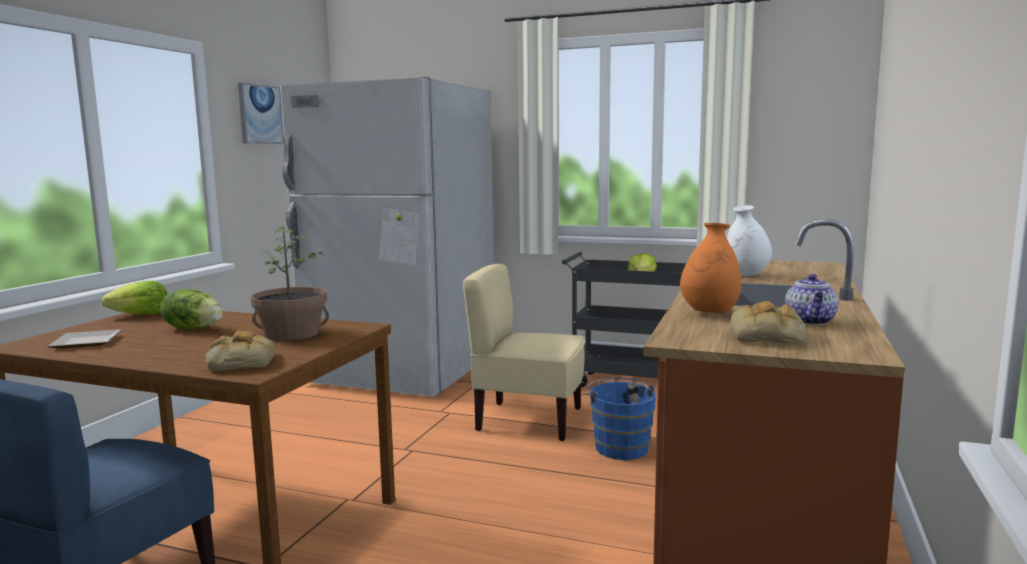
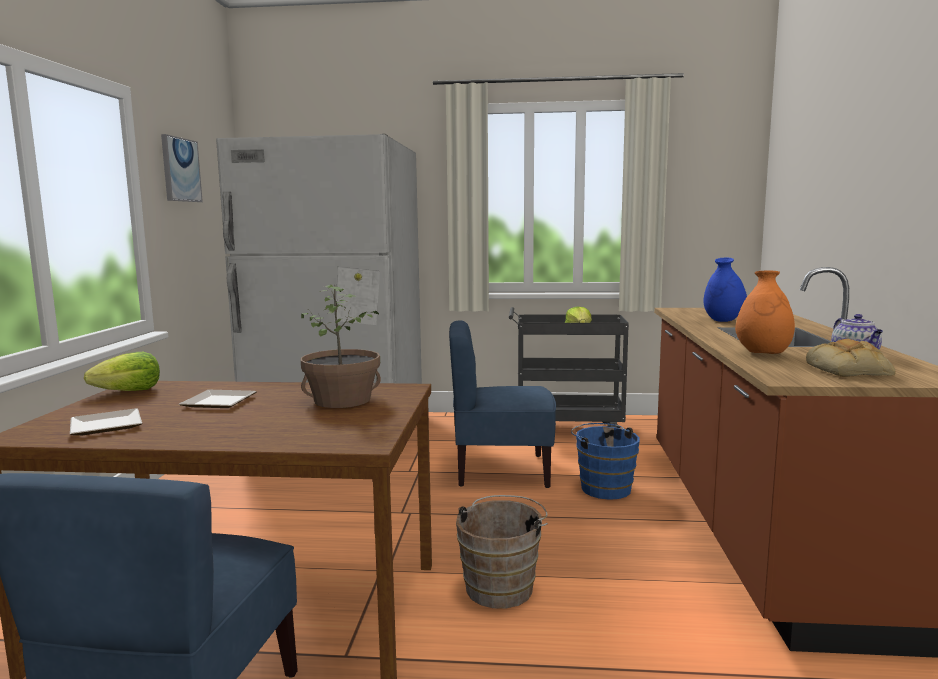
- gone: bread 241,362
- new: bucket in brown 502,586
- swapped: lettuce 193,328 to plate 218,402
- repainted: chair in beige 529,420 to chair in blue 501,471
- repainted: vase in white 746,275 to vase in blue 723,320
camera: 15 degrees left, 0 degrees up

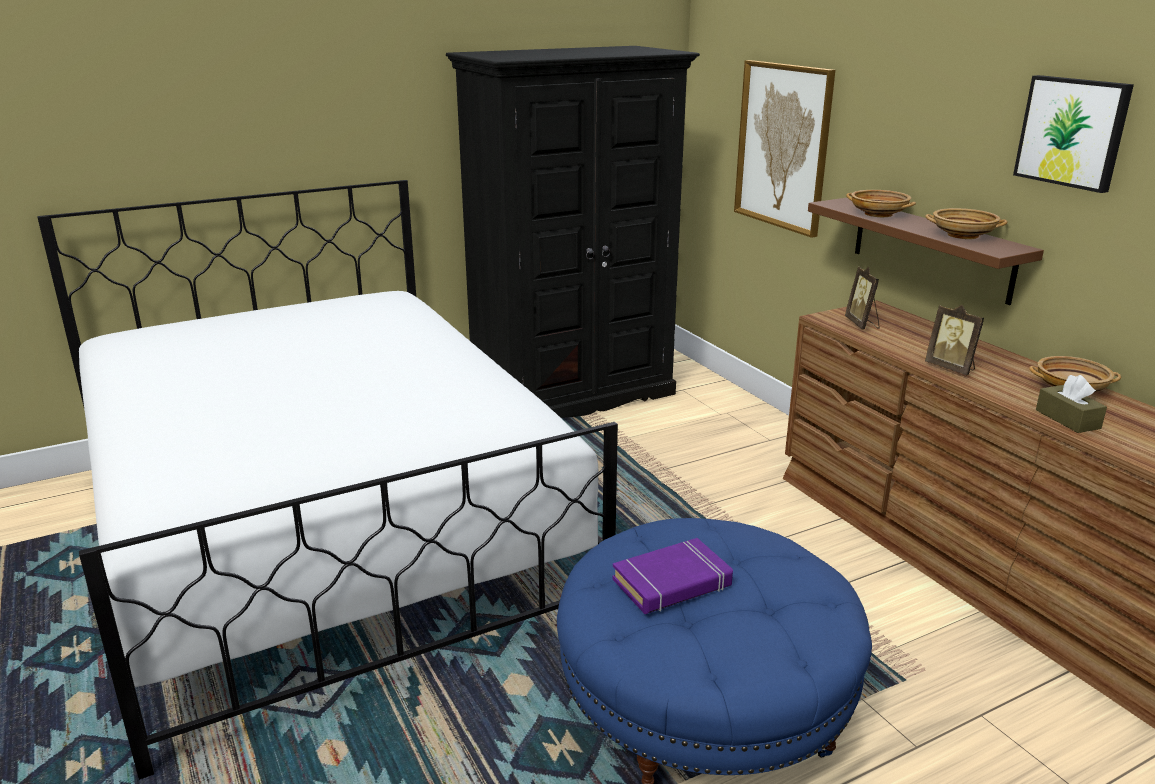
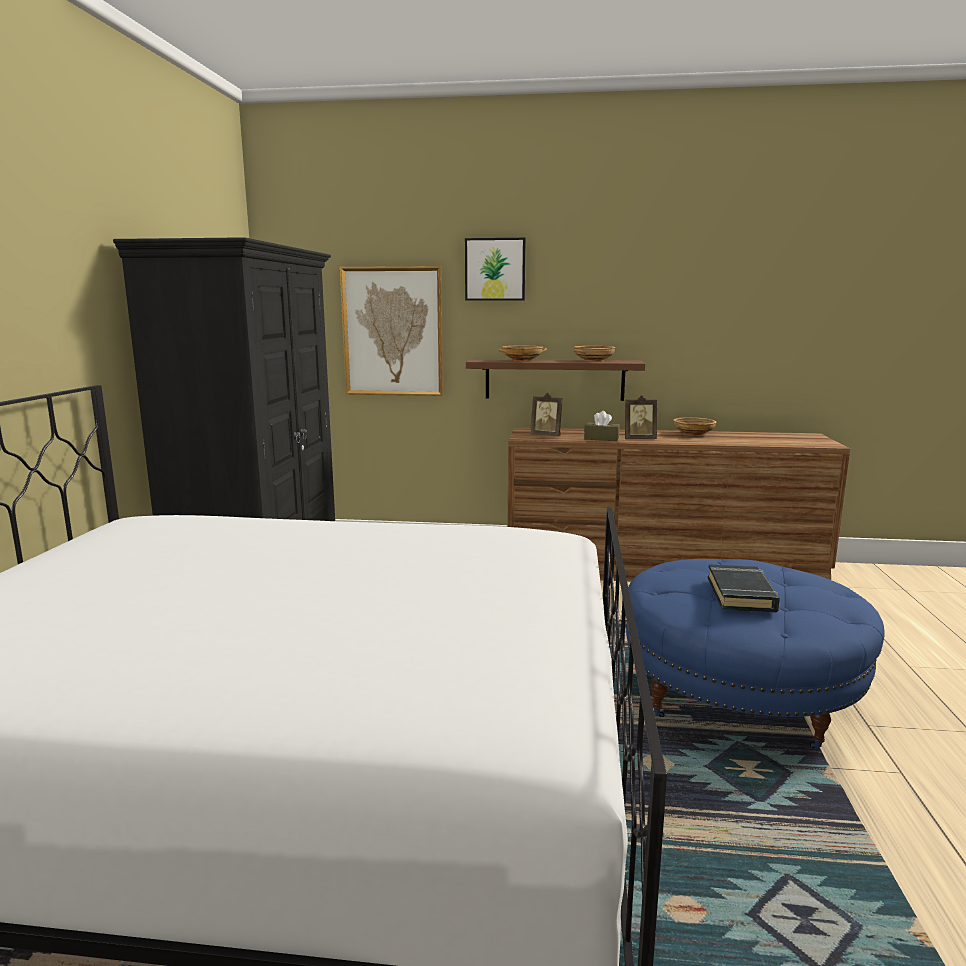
- shifted: picture 1073,132 to 495,269
- shifted: tissue box in brown 1067,419 to 601,438
- repainted: book in purple 672,583 to book in black 741,594
camera: 55 degrees left, 10 degrees down

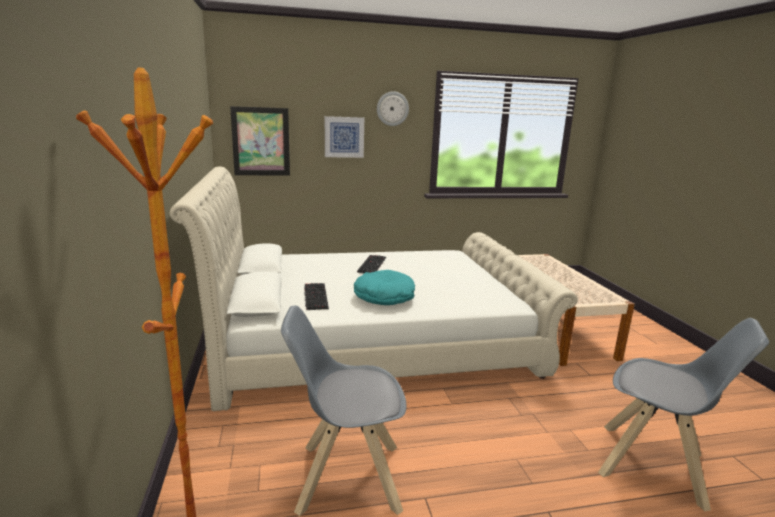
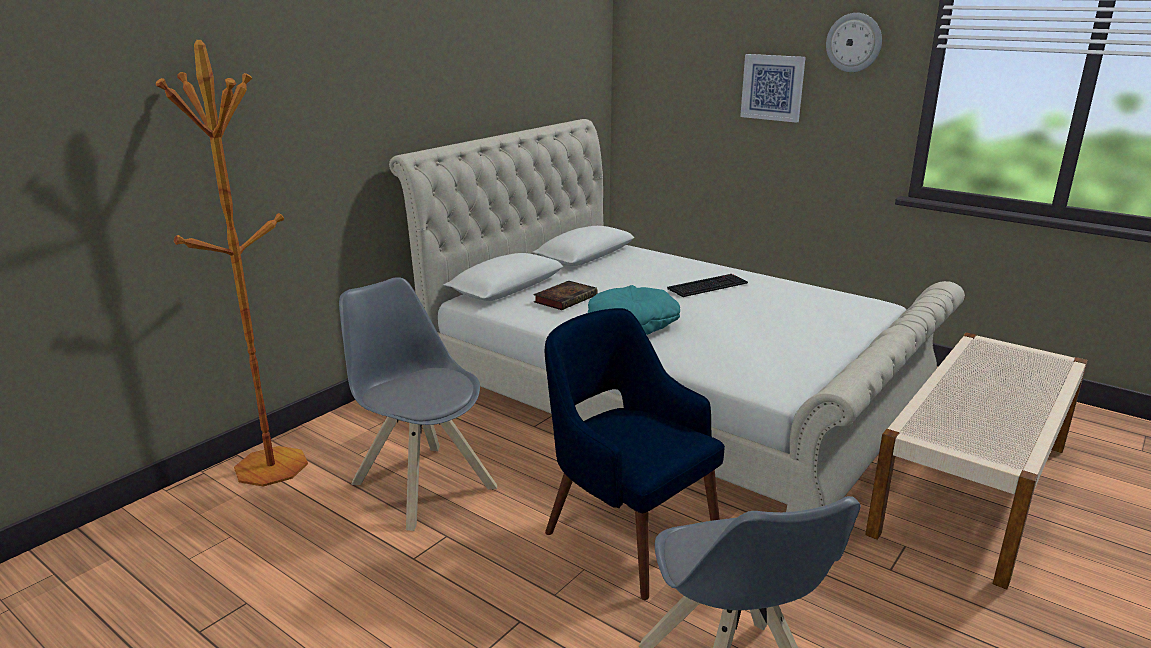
- gone: picture 261,141
- new: armchair in blue 627,535
- swapped: keyboard 314,296 to book 566,298
camera: 50 degrees right, 5 degrees up

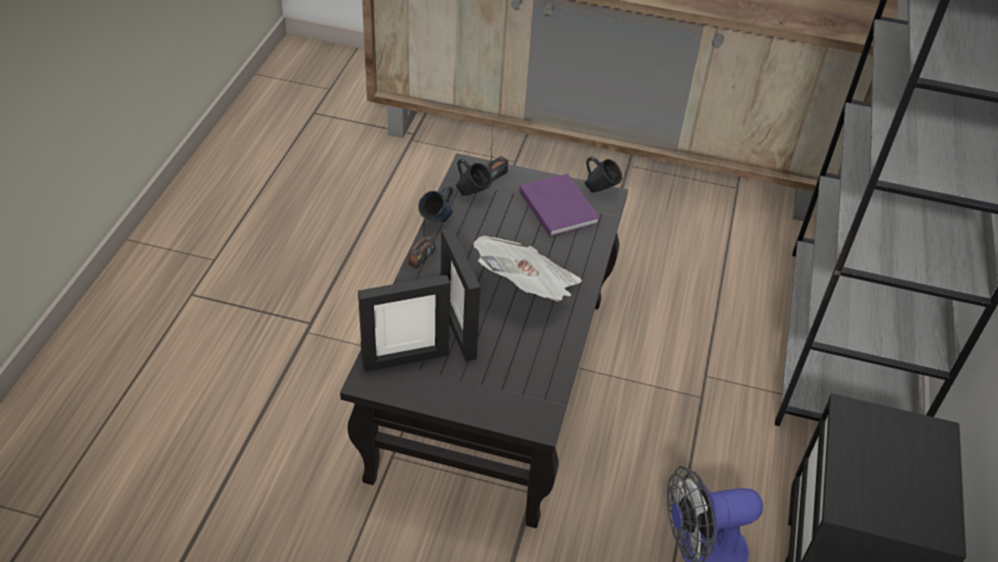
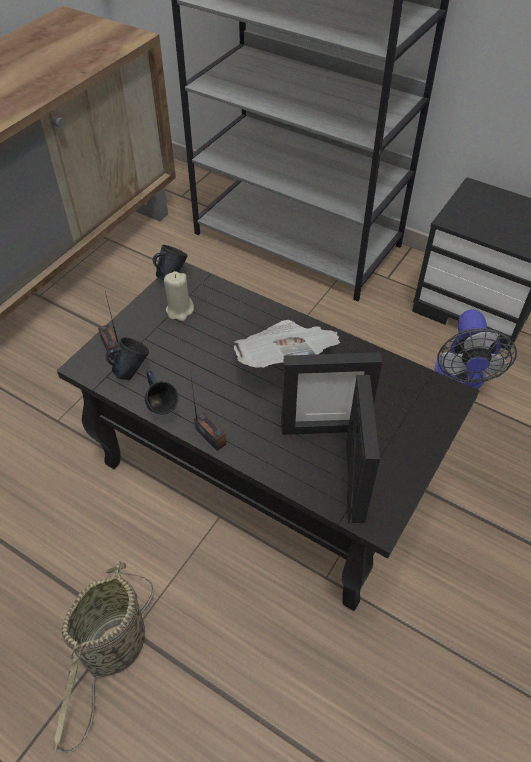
- new: basket 113,652
- swapped: book in purple 558,206 to candle in beige 180,310
camera: 70 degrees left, 5 degrees up

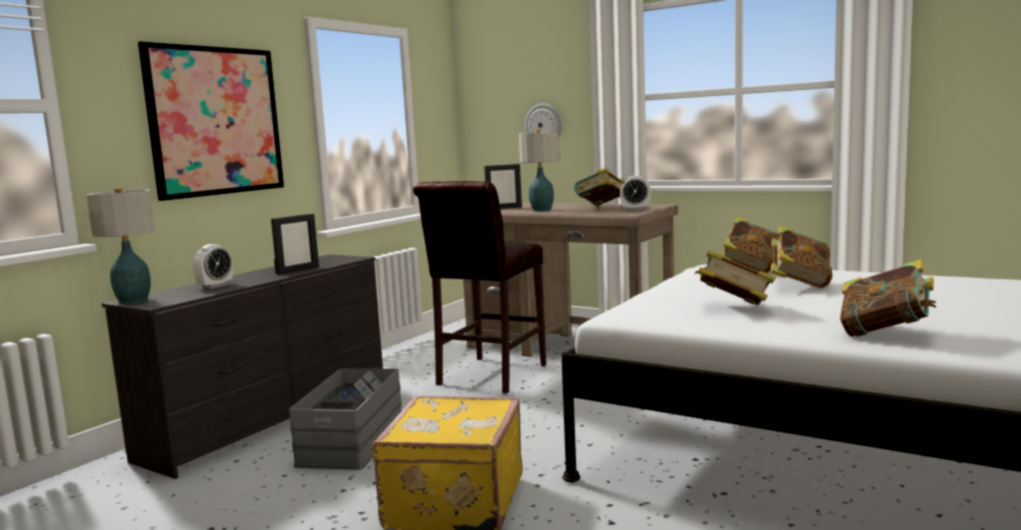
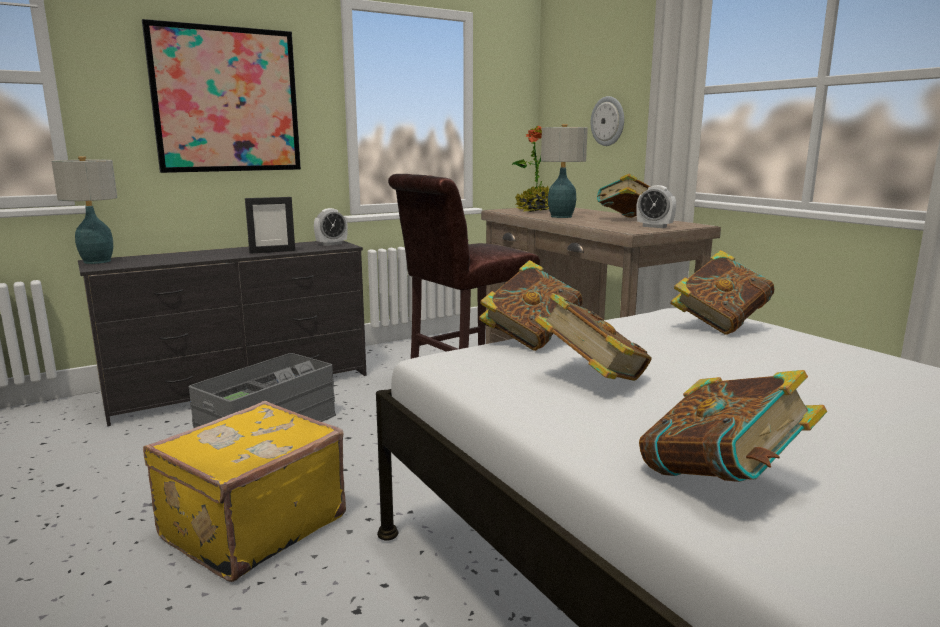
- shifted: alarm clock 215,286 to 331,244
- shifted: book 799,283 to 531,339
- swapped: picture frame 504,208 to potted plant 536,210
camera: 25 degrees right, 5 degrees up

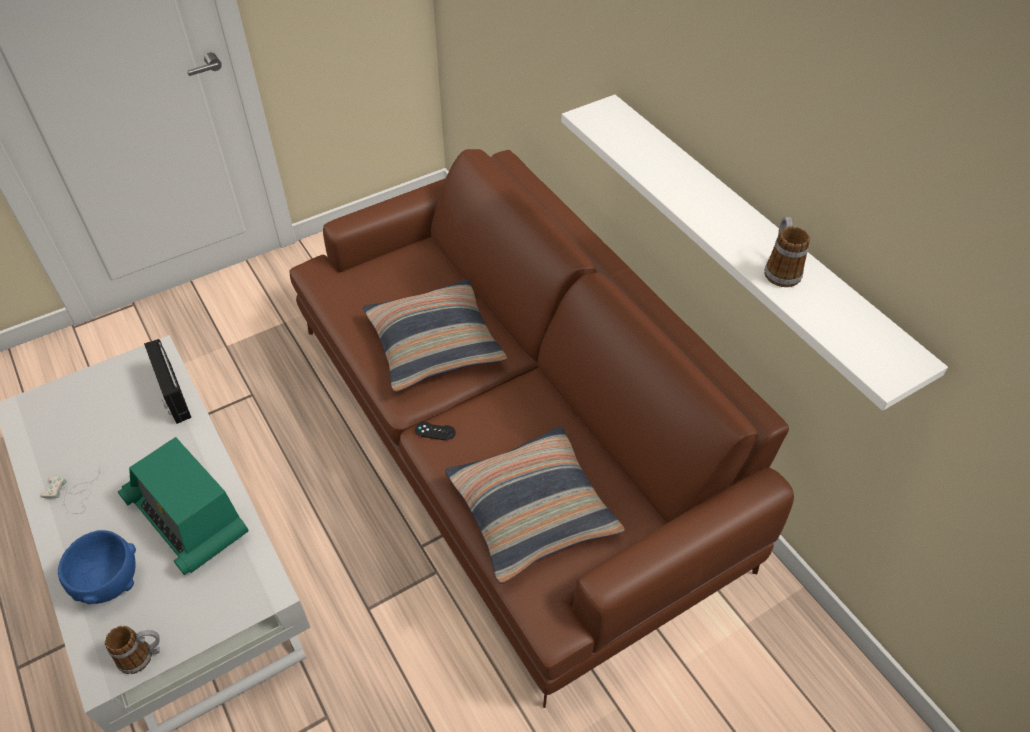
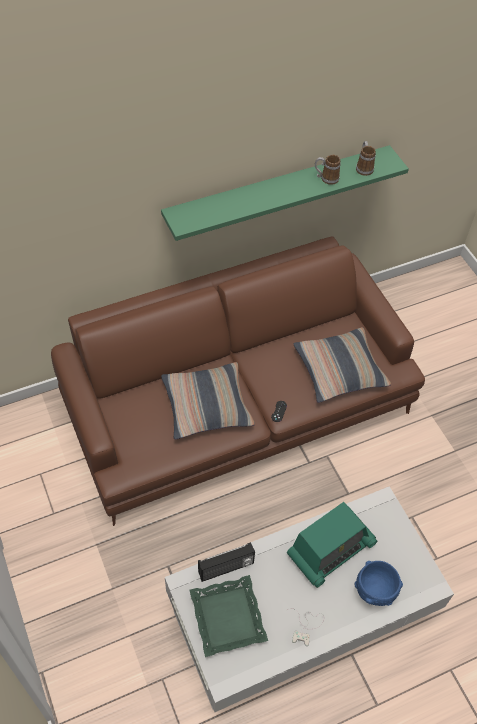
- new: tray in green 228,617
- shifted: mug 143,656 to 363,167
- repainted: shelf in white 748,242 to shelf in green 278,192
camera: 85 degrees left, 5 degrees up

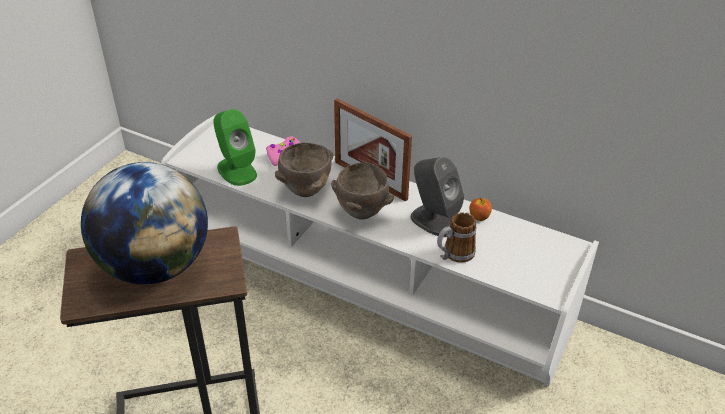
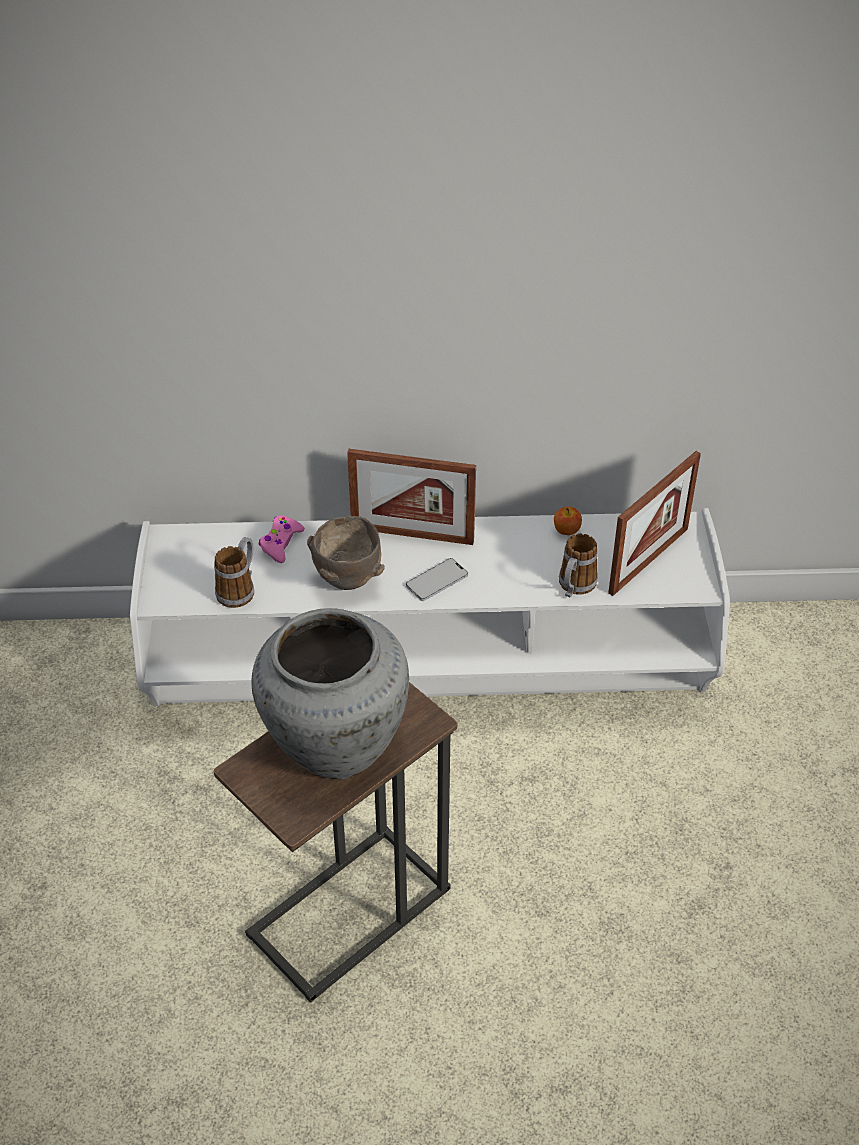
- gone: speaker in grey 434,220
- new: picture frame 648,560
- swapped: globe 155,266 to vase in grey 334,741
- swapped: speaker in green 236,170 to mug 239,589
- swapped: bowl in brown 362,213 to phone 437,580
camera: 30 degrees left, 5 degrees up

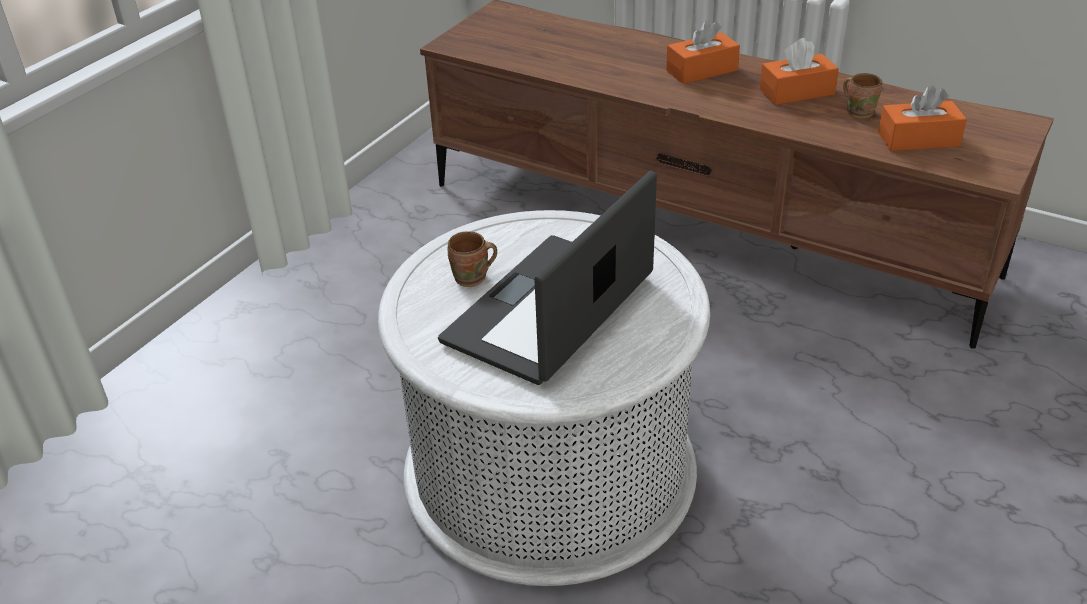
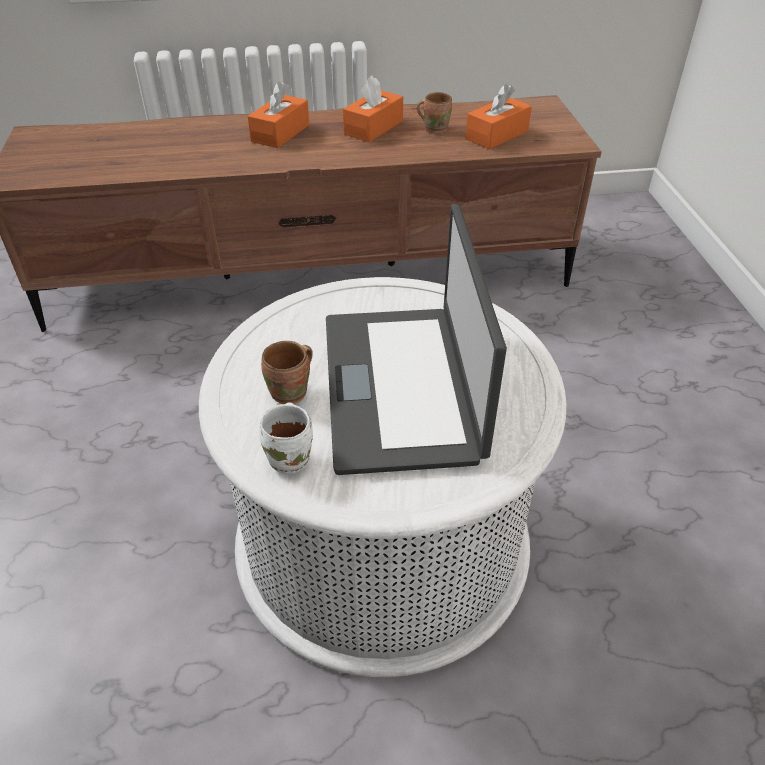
- new: mug in white 292,457
camera: 40 degrees left, 5 degrees up

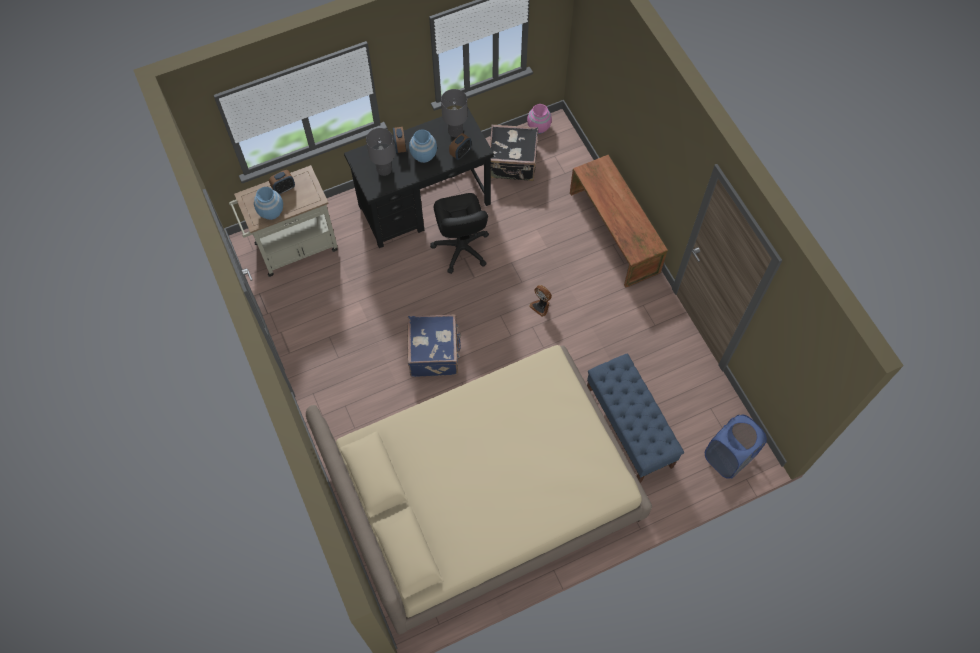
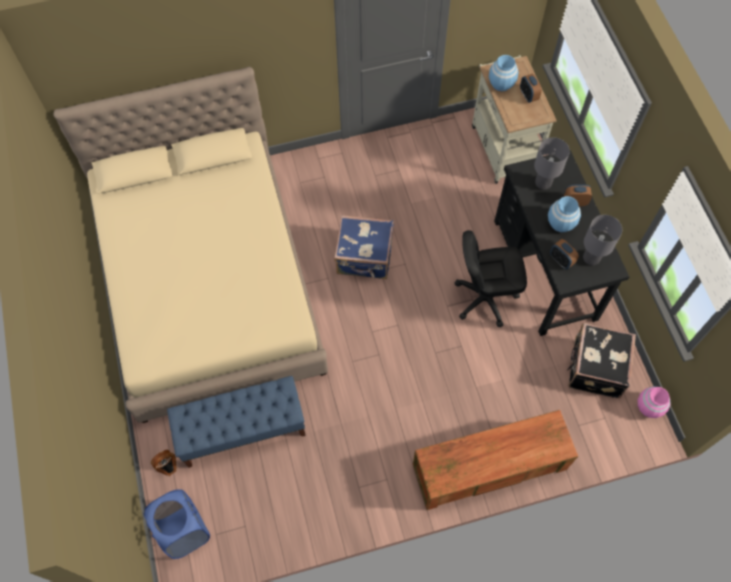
- shifted: fan 541,306 to 167,466
camera: 100 degrees right, 0 degrees up

